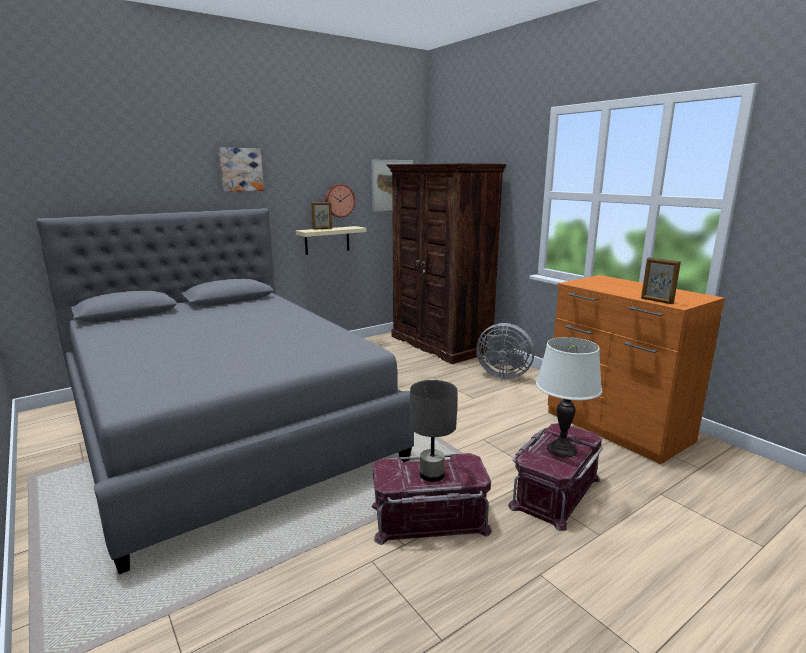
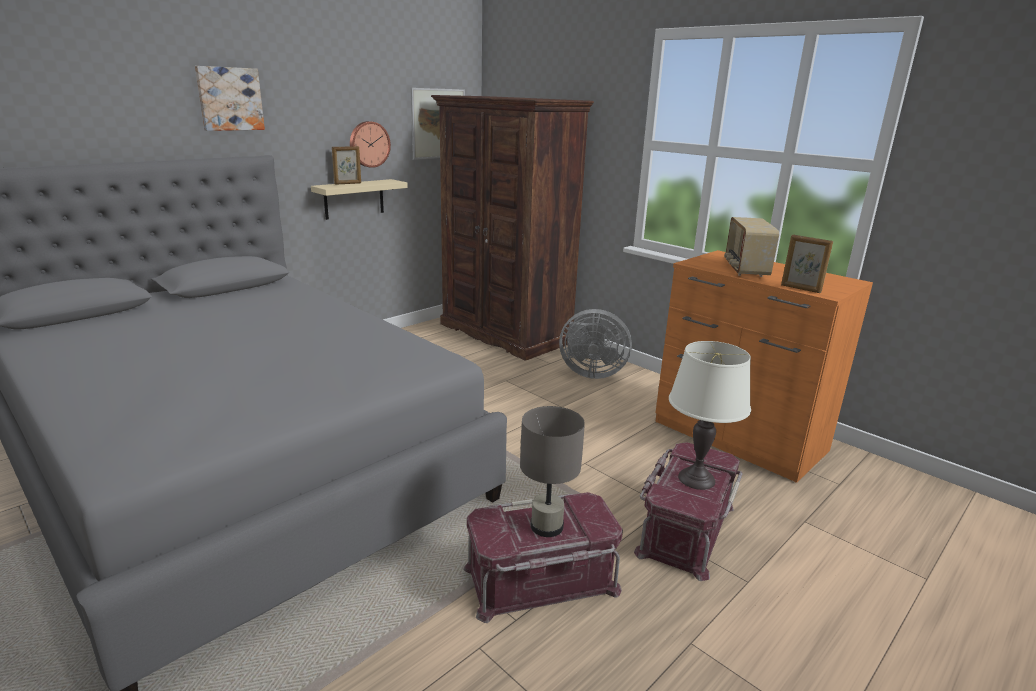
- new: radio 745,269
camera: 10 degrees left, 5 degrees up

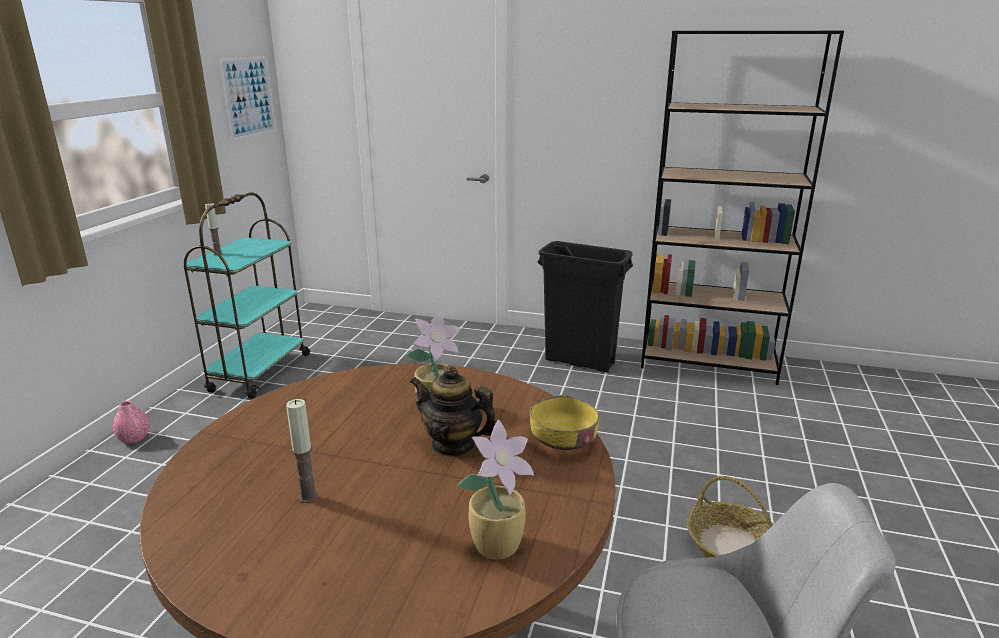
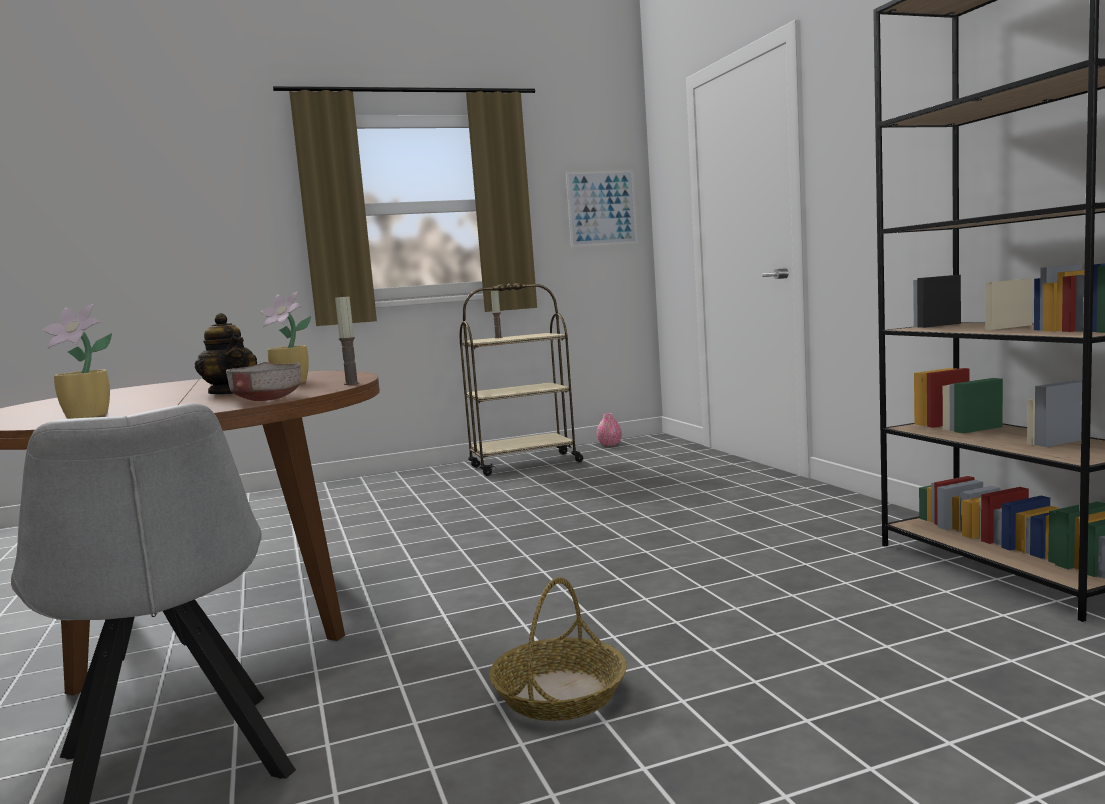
- gone: trash can in black 580,362
- shifted: vase in pink 134,438 to 609,445
- shifted: candle 308,497 to 351,383
- repainted: cart in turquoise 259,373 to cart in beige 524,464
- repainted: bowl in yellow 563,441 to bowl in grey 267,399
- rotated: teapot 453,444 = 230,393 150 degrees clockwise
camera: 55 degrees right, 15 degrees down

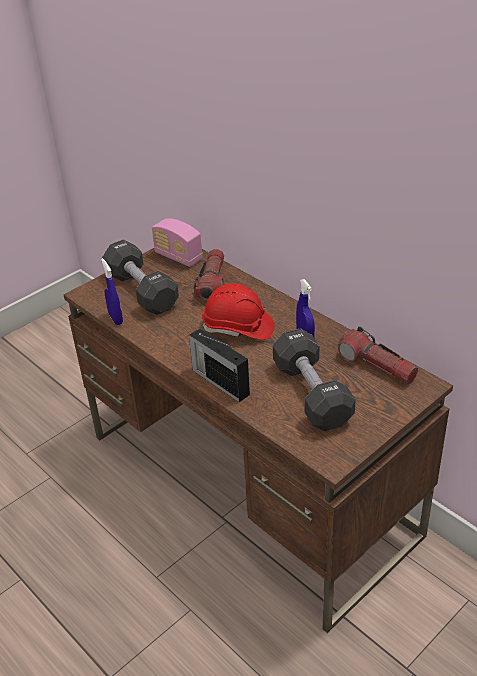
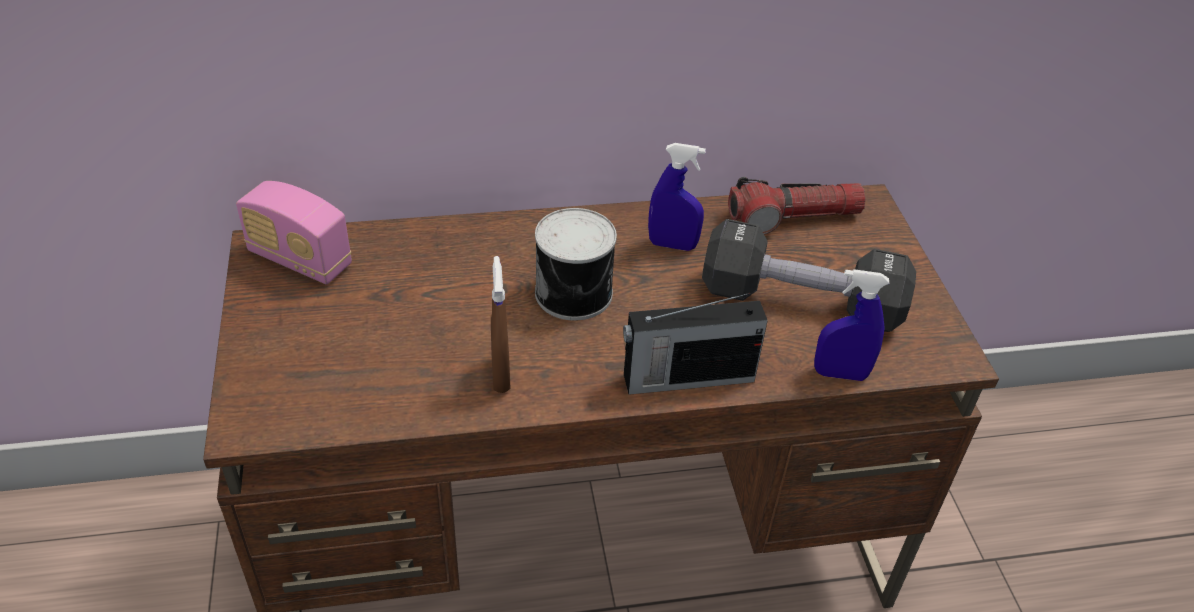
- gone: dumbbell in black 142,291
- gone: flashlight 212,283
- new: spray bottle in brown 501,375
- shifted: spray bottle in blue 115,319 to 840,374
- swapped: hard hat in red 238,328 to can 576,293
- rotated: radio 178,257 = 300,260 45 degrees clockwise
camera: 60 degrees left, 5 degrees up

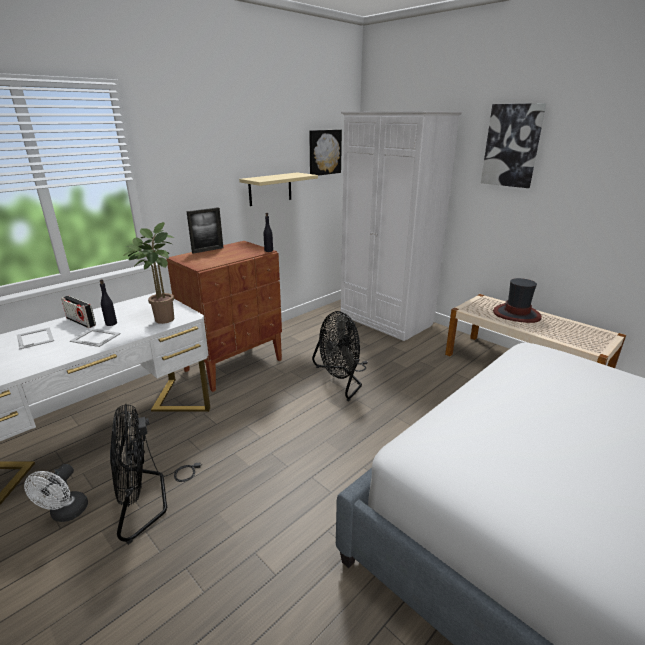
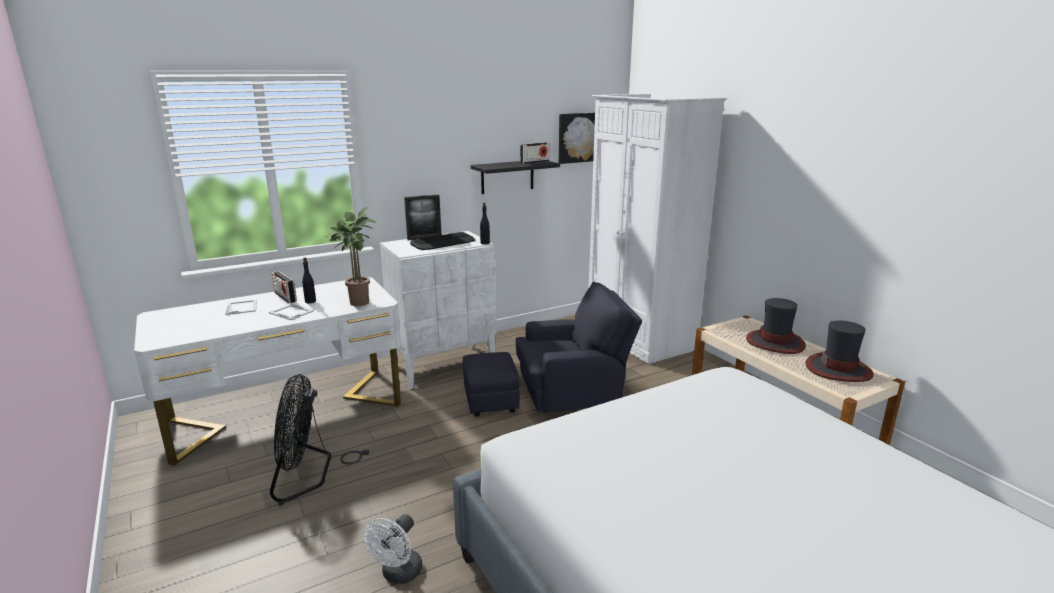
- gone: picture 512,146
- new: keyboard 443,242
- new: radio 534,162
- new: hat 838,369
- shifted: fan in white 66,514 to 398,574
- swapped: fan in black 342,378 to armchair in black 553,394
- repainted: dresser in brown 235,365 to dresser in white 444,366
- repainted: shelf in beige 270,189 to shelf in black 507,176
camera: 15 degrees right, 5 degrees down

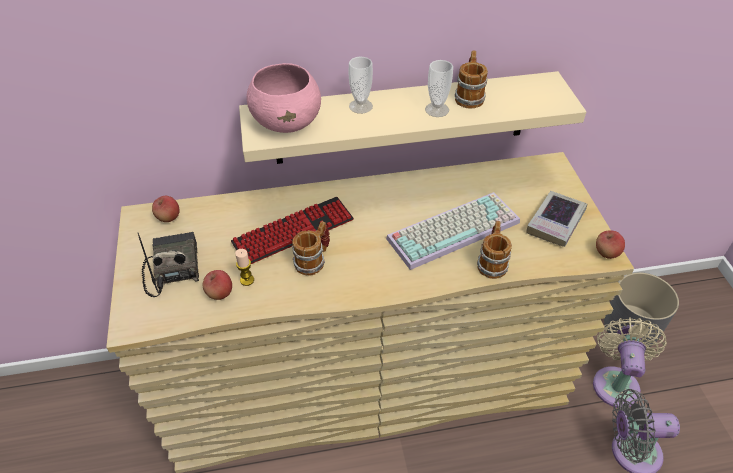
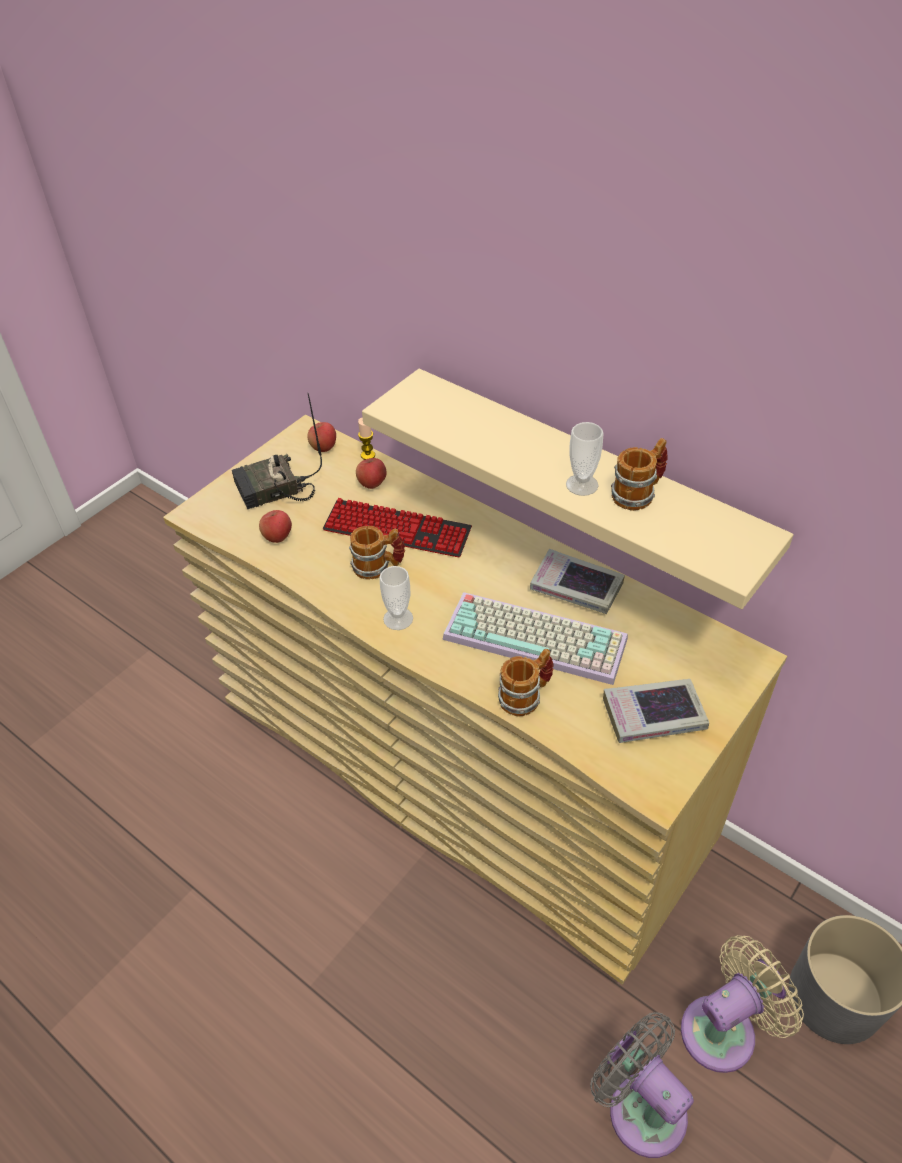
- gone: bowl in pink 287,122
- new: book 576,587
- shifted: candle 247,280 to 368,455
- shifted: cup 360,106 to 398,618
- shifted: apple 606,253 to 372,483
- rotated: radio 172,268 = 273,491 150 degrees counterclockwise
camera: 50 degrees right, 0 degrees up

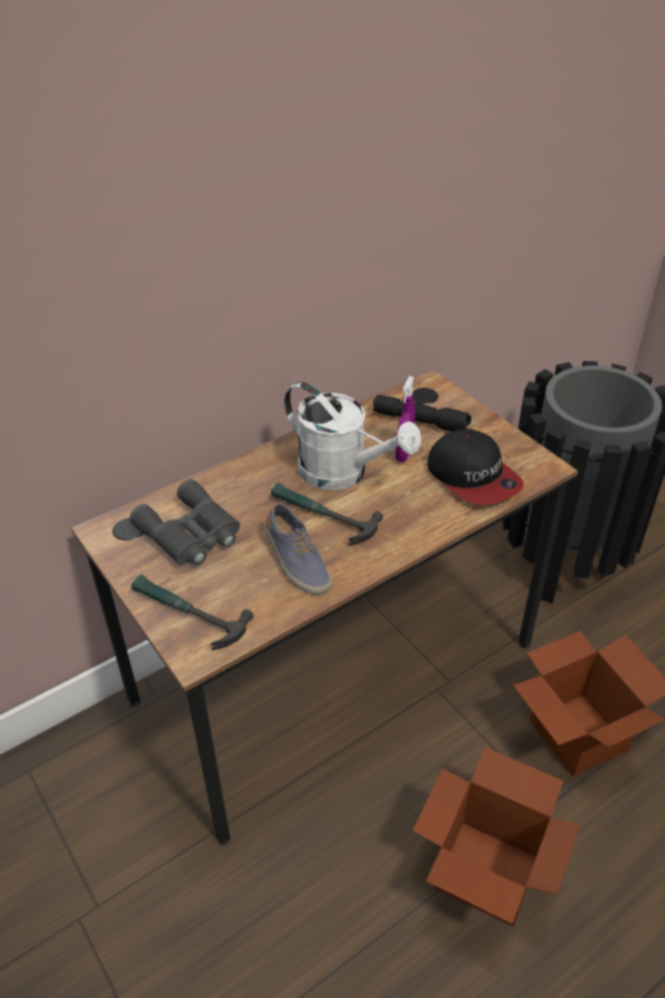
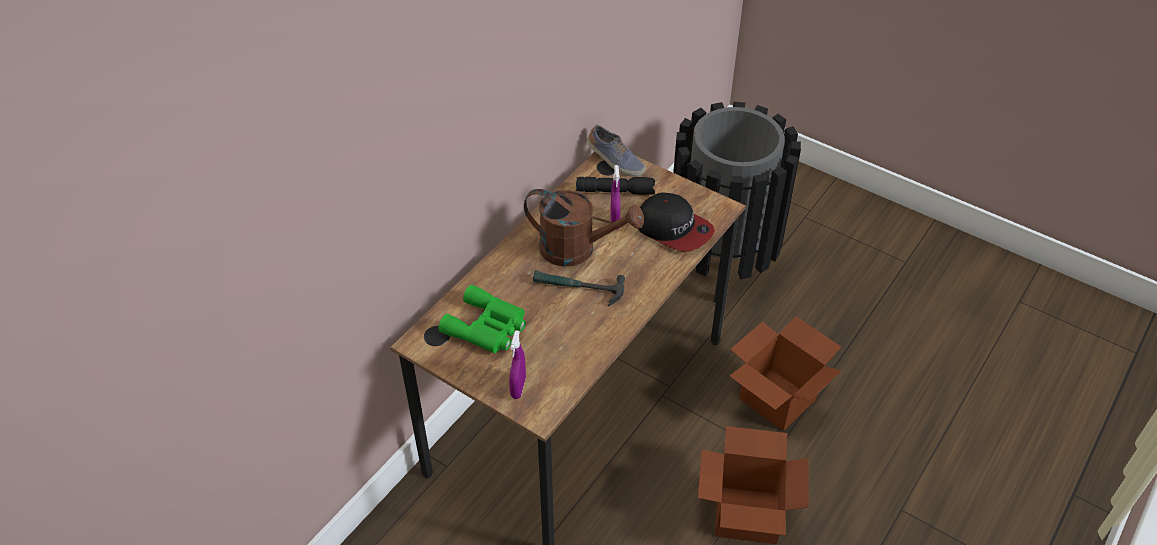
- shifted: shoe 296,562 to 615,161
- swapped: hammer 187,614 to spray bottle in purple 518,388
- repainted: binoculars in grey 190,534 to binoculars in green 487,327
- repainted: watering can in white 343,473 to watering can in brown 577,249
camera: 20 degrees left, 5 degrees up

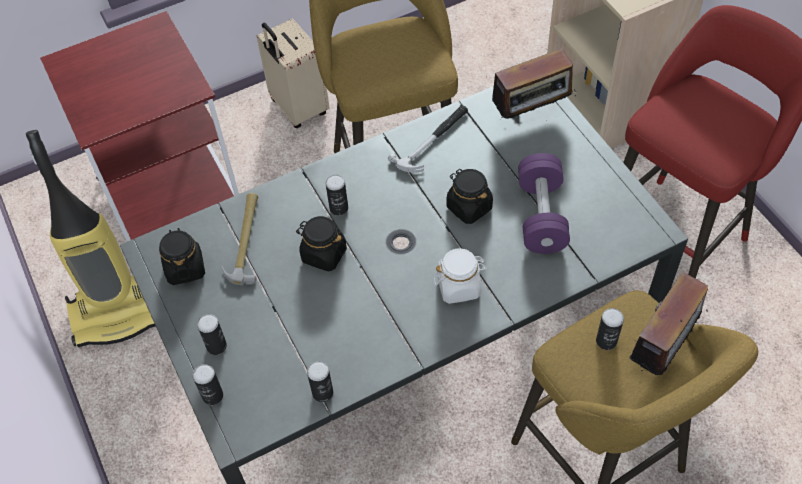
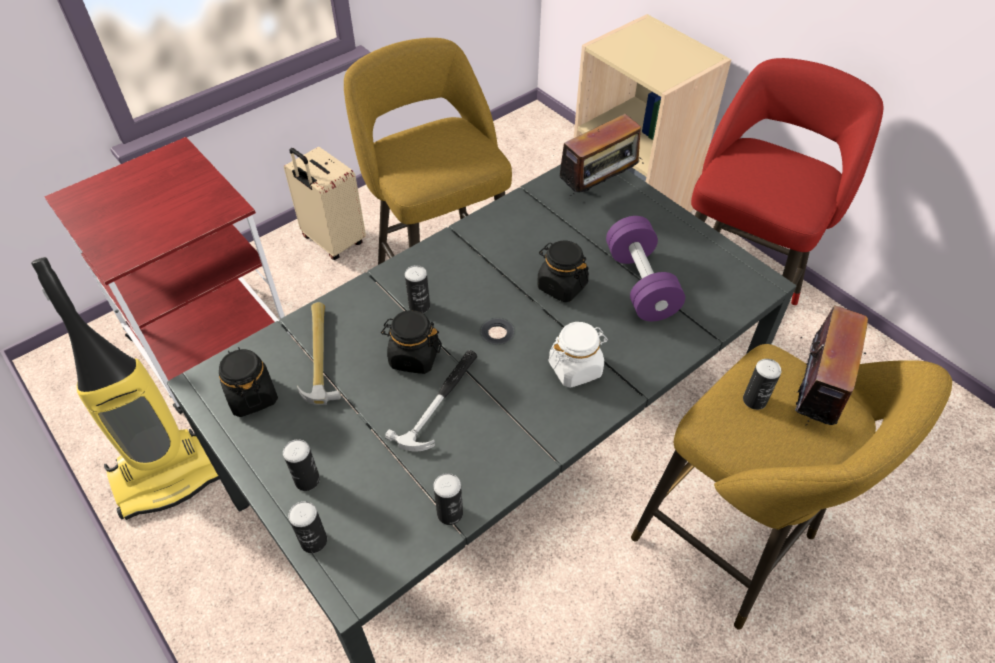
- shifted: hammer 433,140 to 440,401
camera: 15 degrees left, 5 degrees down

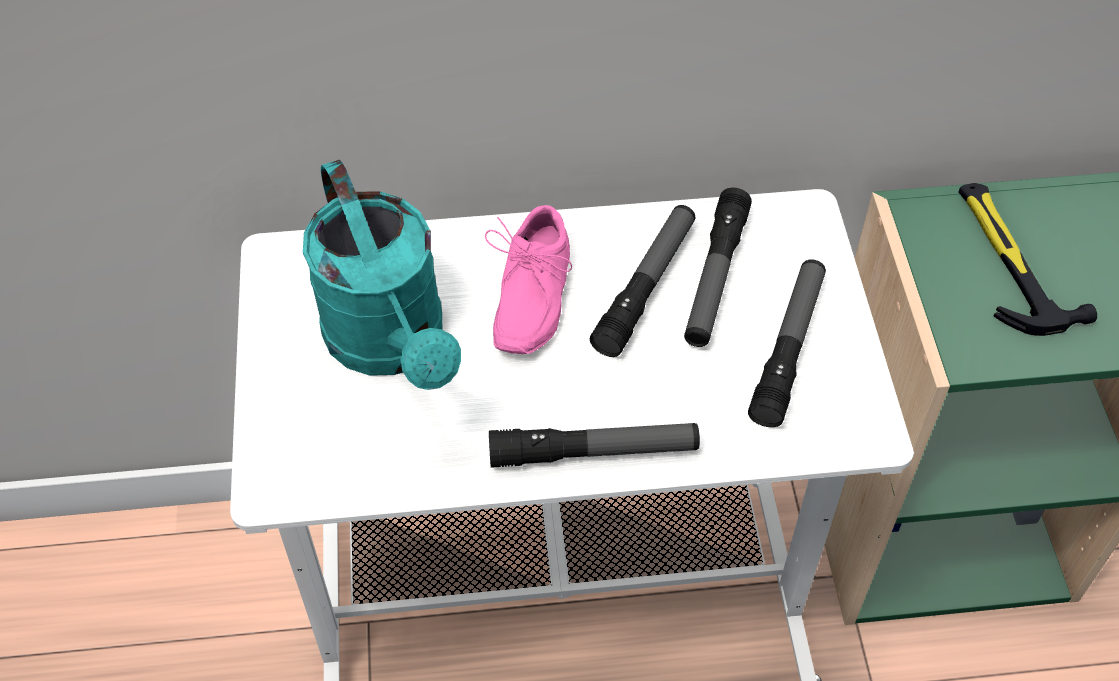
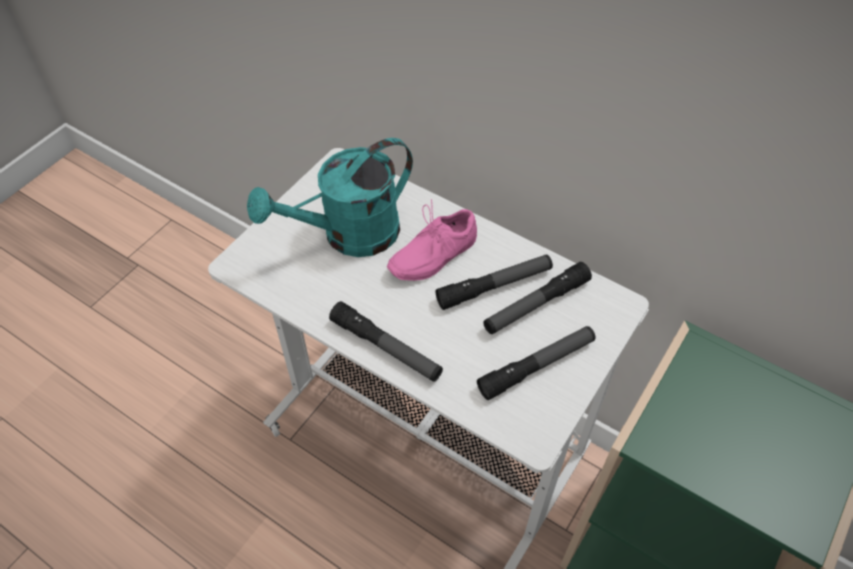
- gone: hammer 1007,261
- rotated: watering can in turquoise 393,344 = 348,235 45 degrees clockwise
camera: 40 degrees right, 0 degrees up

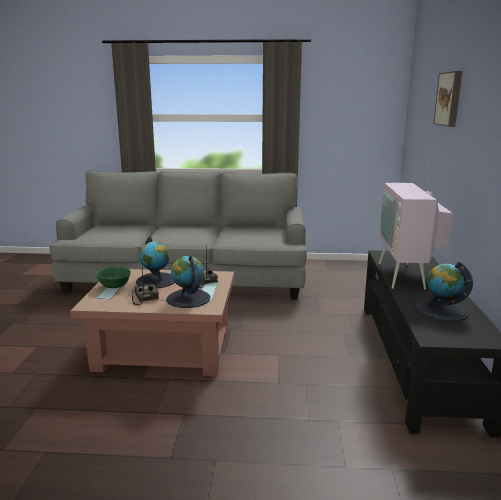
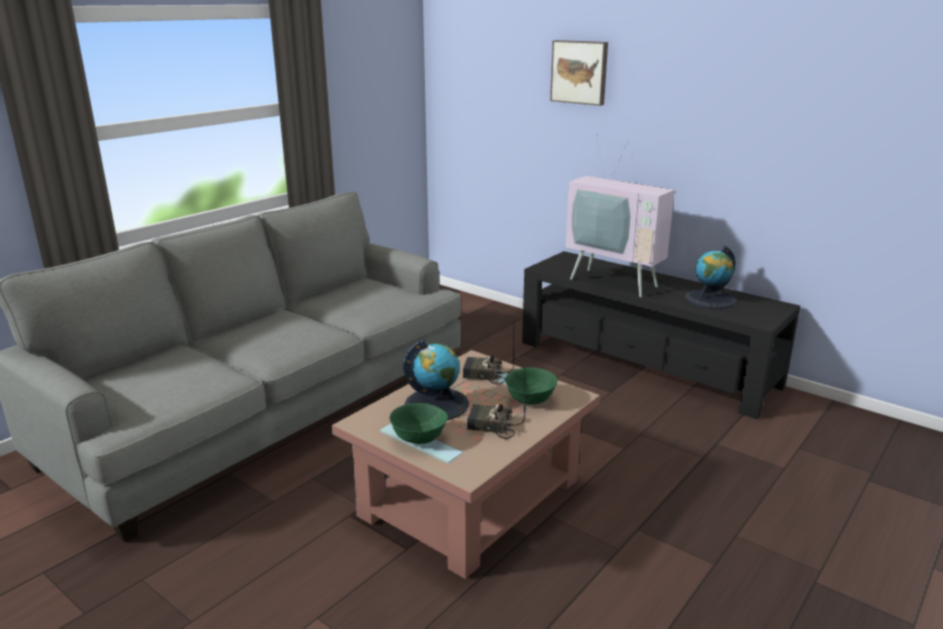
- swapped: globe 188,298 to bowl in green 530,400
camera: 55 degrees left, 5 degrees up

